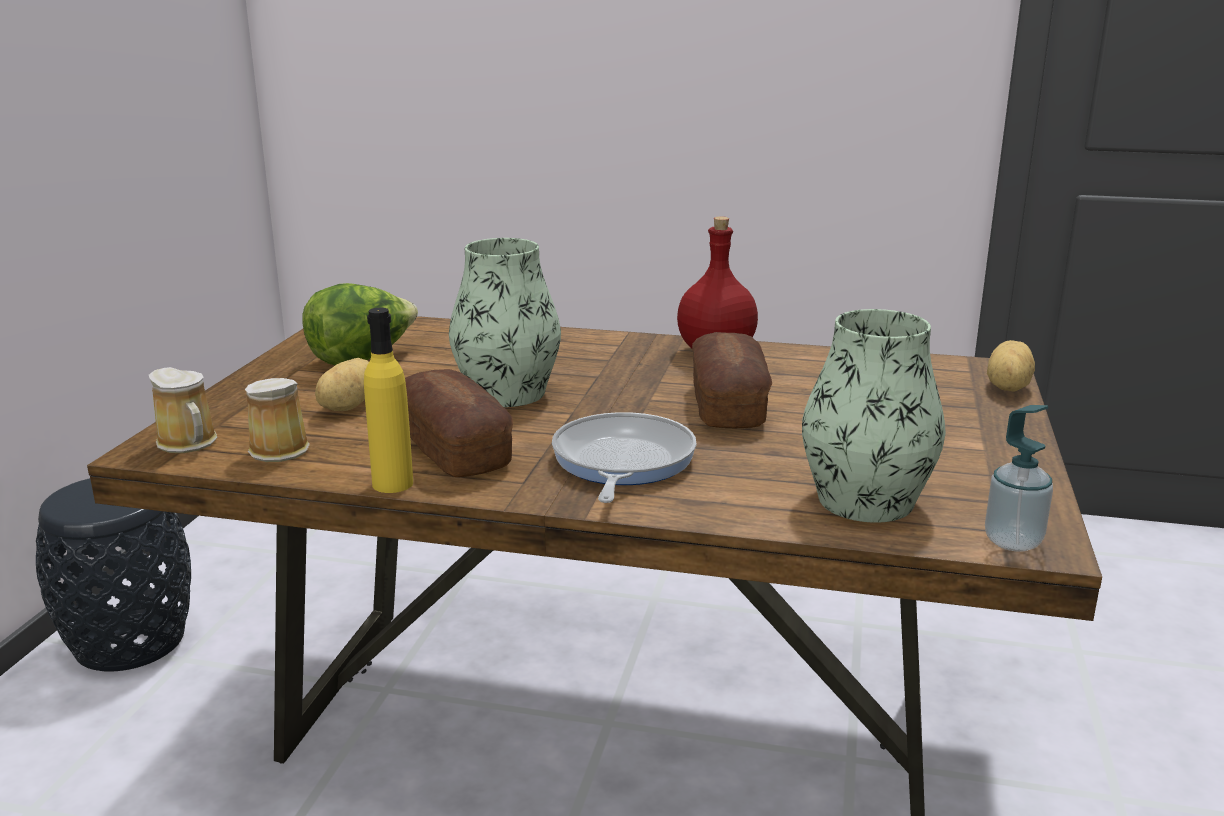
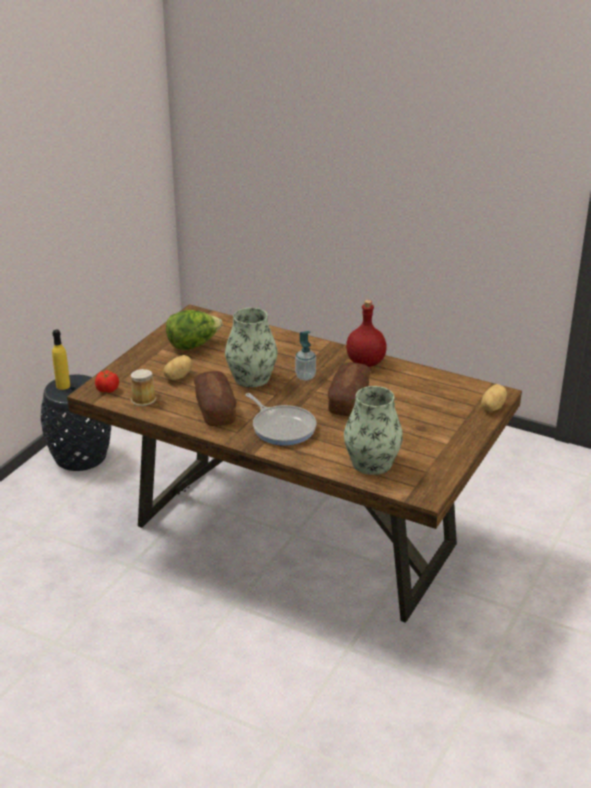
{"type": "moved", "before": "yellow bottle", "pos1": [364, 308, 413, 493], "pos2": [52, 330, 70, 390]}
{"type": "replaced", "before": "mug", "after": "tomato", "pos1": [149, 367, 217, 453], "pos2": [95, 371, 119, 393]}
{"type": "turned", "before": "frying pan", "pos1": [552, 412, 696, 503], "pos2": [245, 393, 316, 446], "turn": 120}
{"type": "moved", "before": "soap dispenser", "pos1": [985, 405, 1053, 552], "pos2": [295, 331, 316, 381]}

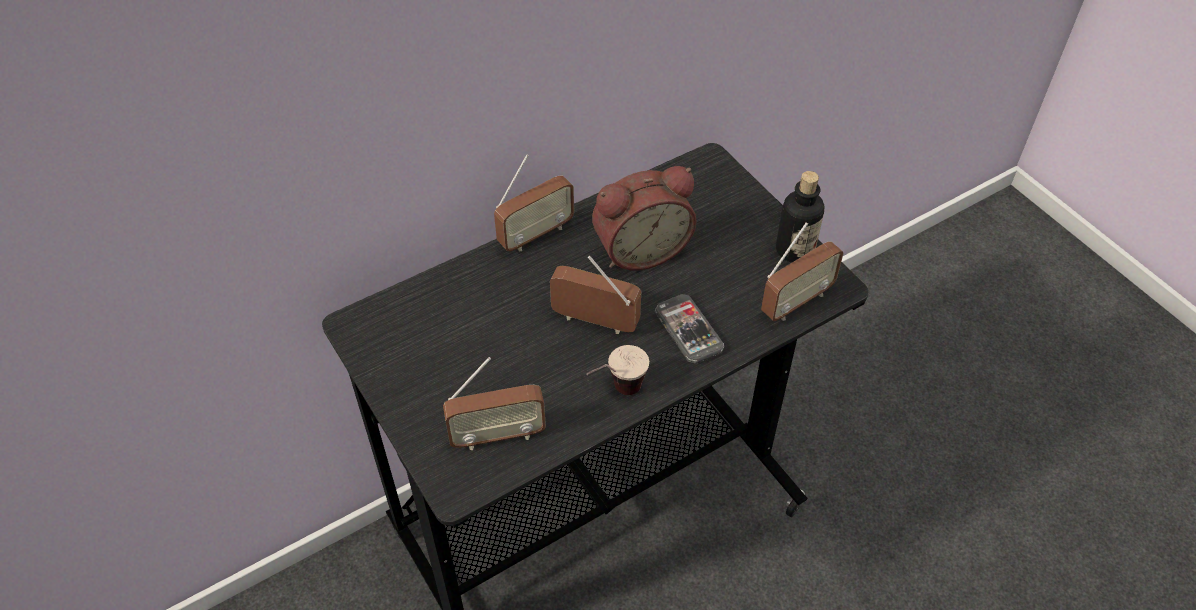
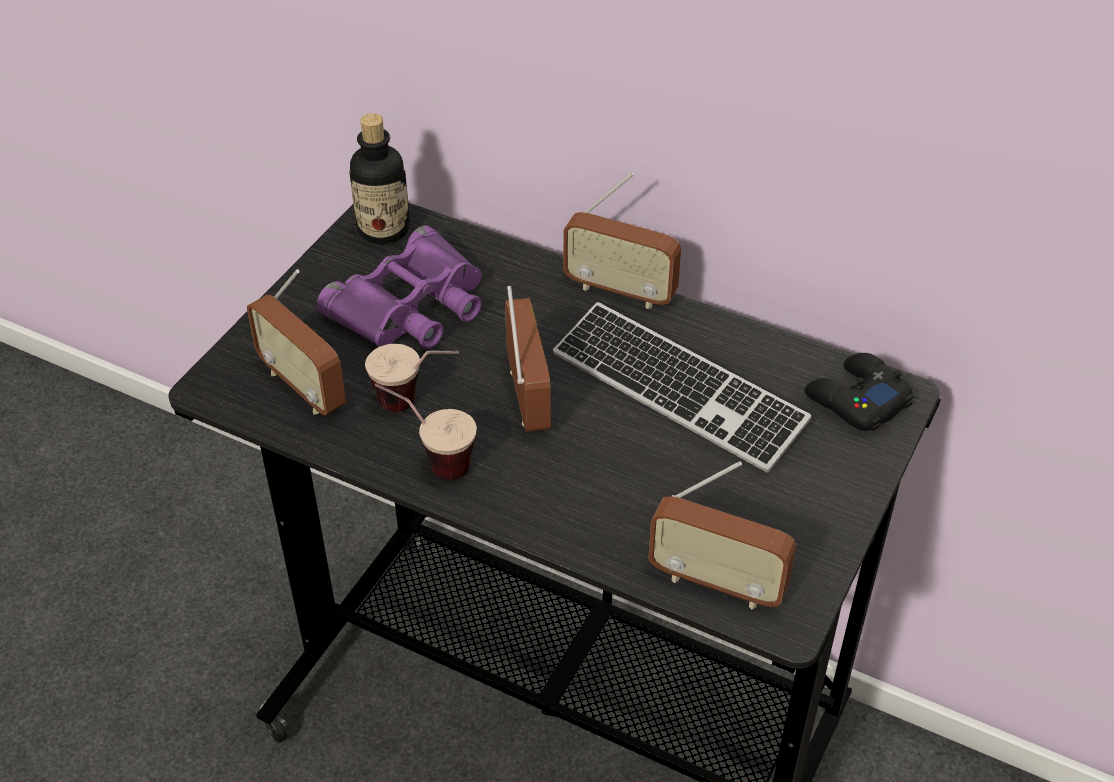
{"type": "added", "after": "purple binoculars", "pos2": [317, 225, 482, 349]}
{"type": "moved", "before": "bottle", "pos1": [776, 171, 824, 263], "pos2": [349, 113, 410, 244]}
{"type": "added", "after": "cup", "pos2": [365, 344, 459, 412]}
{"type": "replaced", "before": "alarm clock", "after": "keyboard", "pos1": [592, 166, 697, 271], "pos2": [553, 302, 811, 473]}
{"type": "added", "after": "black game controller", "pos2": [805, 353, 914, 431]}
{"type": "removed", "before": "phone", "pos1": [655, 294, 724, 363]}

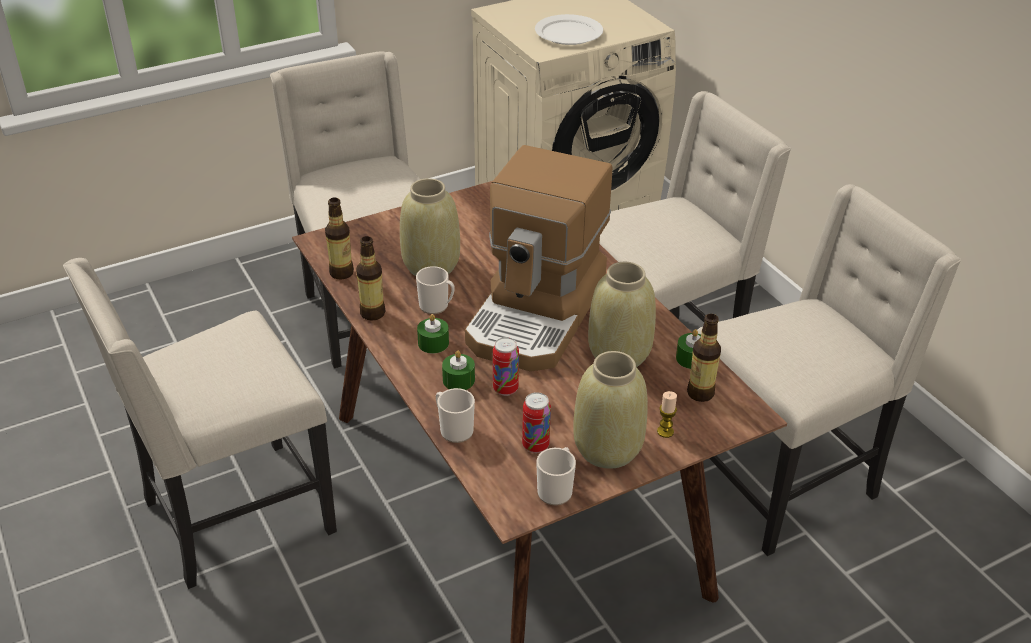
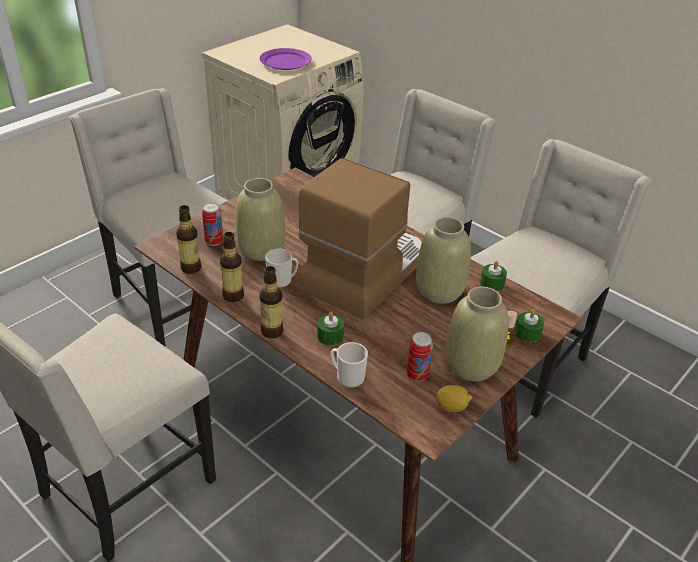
{"type": "moved", "before": "can", "pos1": [493, 337, 519, 396], "pos2": [202, 203, 223, 246]}
{"type": "moved", "before": "bottle", "pos1": [687, 314, 721, 402], "pos2": [259, 266, 284, 338]}
{"type": "recoloured", "before": "white plate", "after": "purple plate", "pos1": [535, 14, 603, 45], "pos2": [260, 48, 312, 70]}
{"type": "turned", "before": "coffee machine", "pos1": [465, 145, 612, 372], "pos2": [298, 158, 422, 319], "turn": -150}
{"type": "replaced", "before": "mug", "after": "lemon", "pos1": [536, 447, 576, 505], "pos2": [436, 385, 472, 412]}
{"type": "moved", "before": "green candle", "pos1": [417, 314, 449, 354], "pos2": [515, 309, 544, 342]}

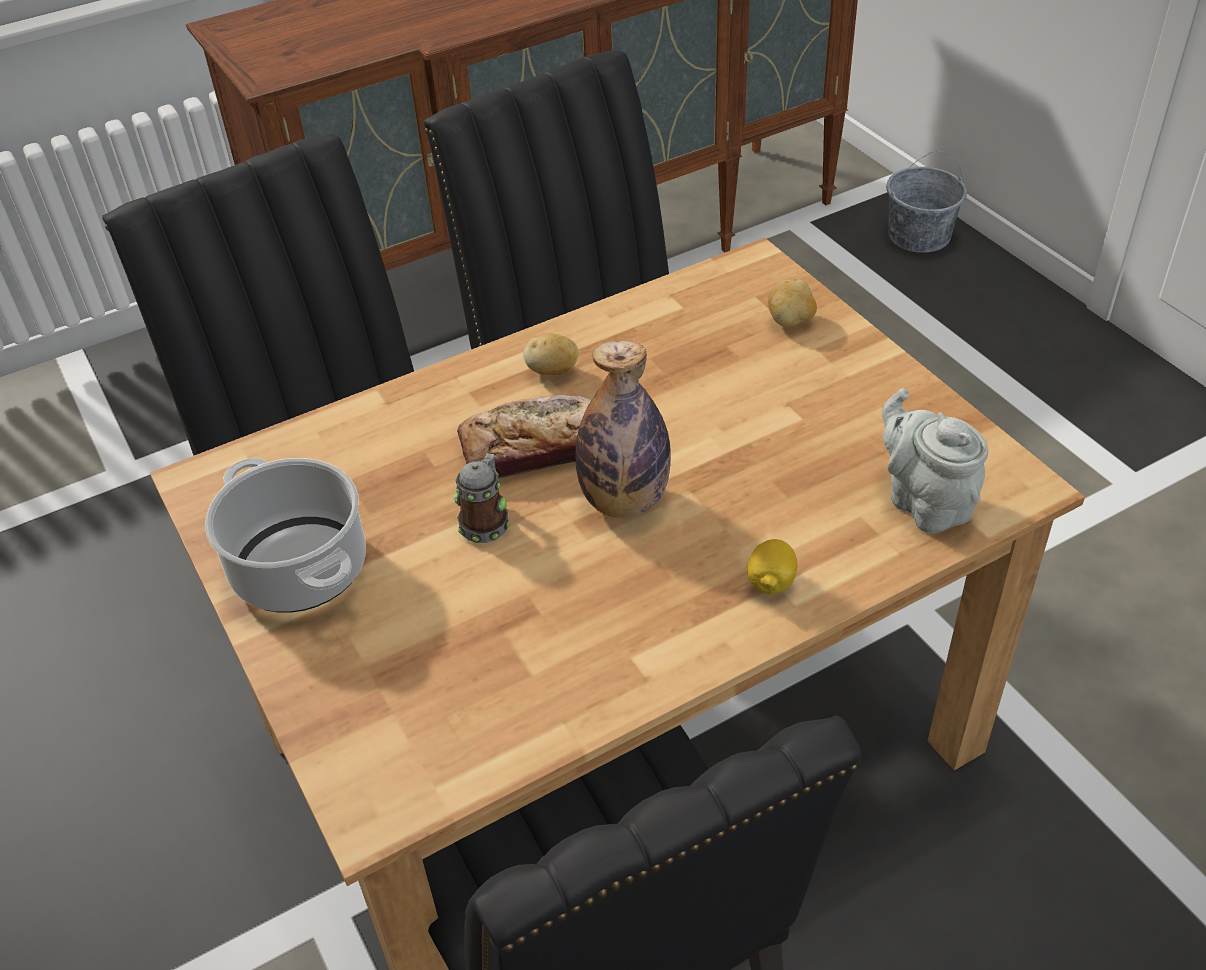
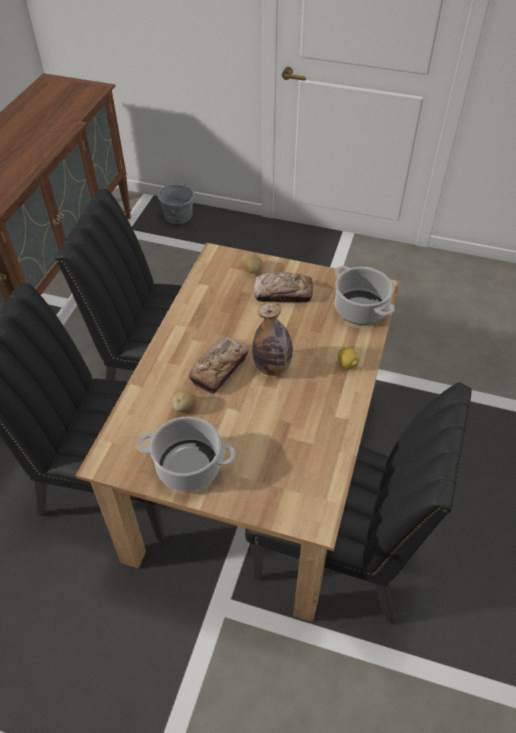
{"type": "moved", "before": "potato", "pos1": [523, 334, 579, 375], "pos2": [171, 389, 196, 412]}
{"type": "added", "after": "bread", "pos2": [254, 272, 313, 303]}
{"type": "replaced", "before": "grey teapot", "after": "cooking pot", "pos1": [882, 388, 988, 533], "pos2": [335, 266, 394, 325]}
{"type": "removed", "before": "mug", "pos1": [454, 453, 510, 543]}

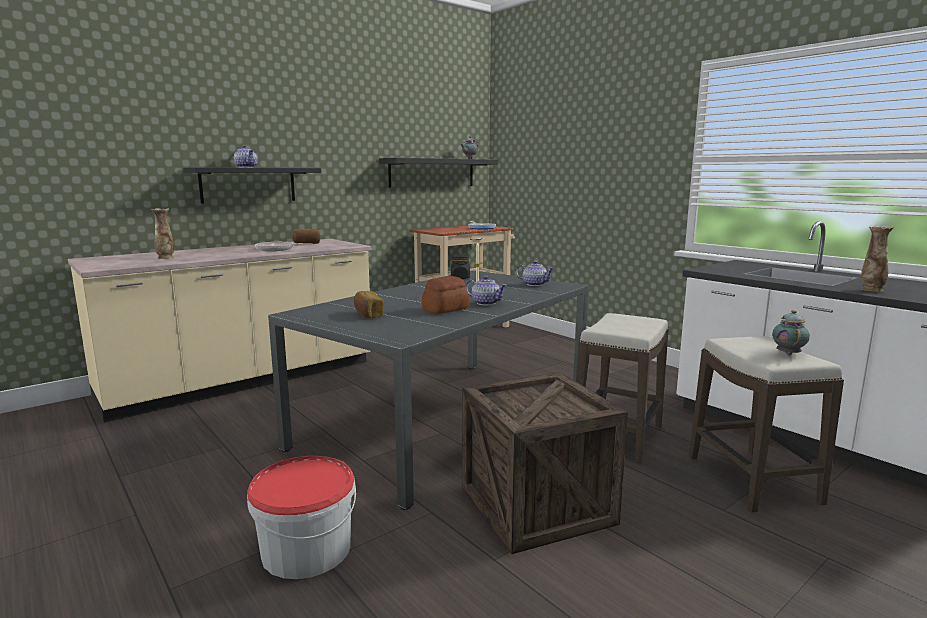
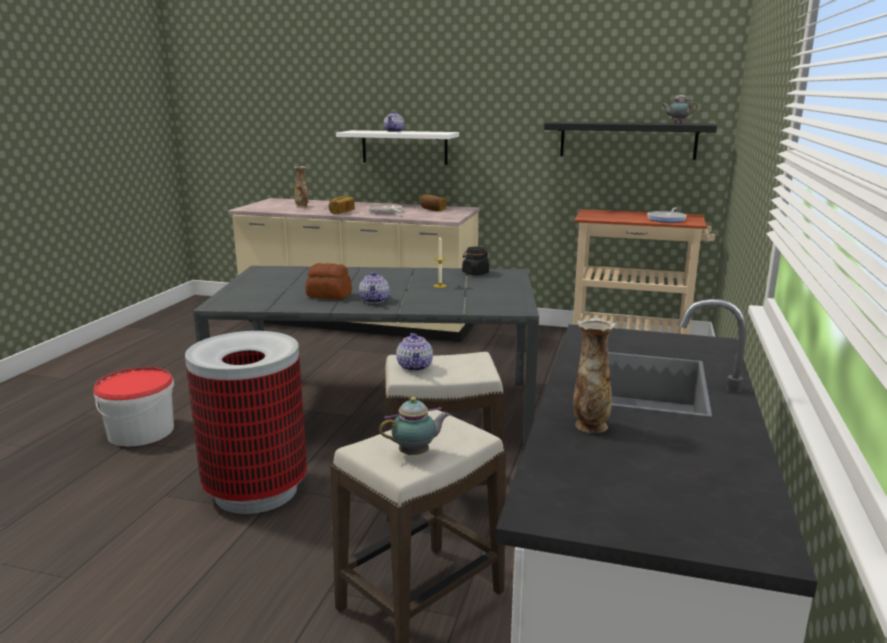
{"type": "replaced", "before": "crate", "after": "trash can", "pos1": [462, 372, 628, 554], "pos2": [185, 331, 307, 514]}
{"type": "moved", "before": "bread", "pos1": [354, 291, 384, 318], "pos2": [329, 196, 355, 214]}
{"type": "recoloured", "before": "black shelf", "after": "white shelf", "pos1": [183, 167, 321, 204], "pos2": [336, 130, 459, 165]}
{"type": "moved", "before": "teapot", "pos1": [516, 261, 555, 286], "pos2": [396, 333, 433, 372]}

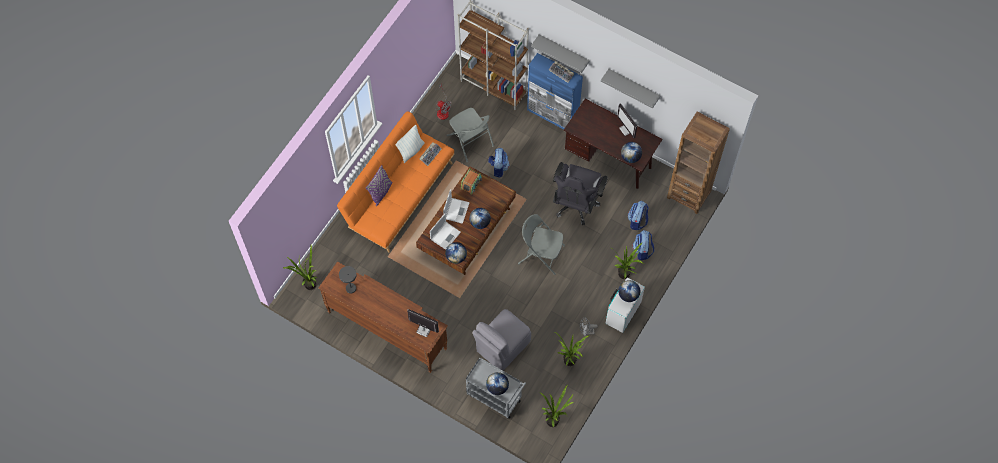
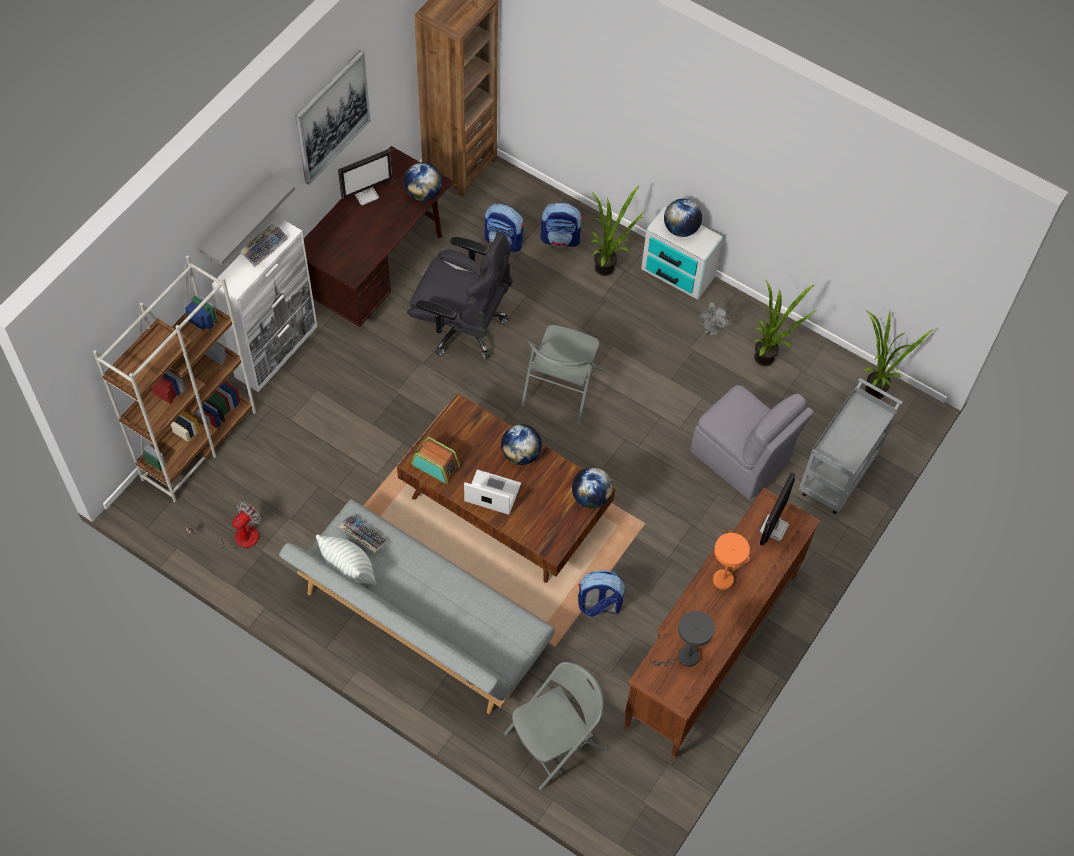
{"type": "recoloured", "before": "blue cabinet", "after": "white cabinet", "pos1": [527, 53, 583, 129], "pos2": [212, 216, 317, 392]}
{"type": "recoloured", "before": "orange sofa", "after": "grey sofa", "pos1": [337, 111, 455, 253], "pos2": [279, 499, 554, 714]}
{"type": "replaced", "before": "grey shelf", "after": "picture", "pos1": [601, 69, 661, 108], "pos2": [295, 50, 371, 185]}
{"type": "moved", "before": "grey chair", "pos1": [446, 108, 494, 162], "pos2": [504, 662, 607, 791]}
{"type": "moved", "before": "backpack", "pos1": [488, 148, 509, 178], "pos2": [578, 570, 625, 617]}
{"type": "added", "after": "orange table lamp", "pos2": [713, 533, 750, 590]}
{"type": "removed", "before": "potted plant", "pos1": [283, 246, 317, 290]}
{"type": "removed", "before": "purple pillow", "pos1": [366, 165, 392, 206]}
{"type": "removed", "before": "laptop", "pos1": [430, 213, 461, 250]}
{"type": "removed", "before": "globe", "pos1": [486, 372, 509, 395]}

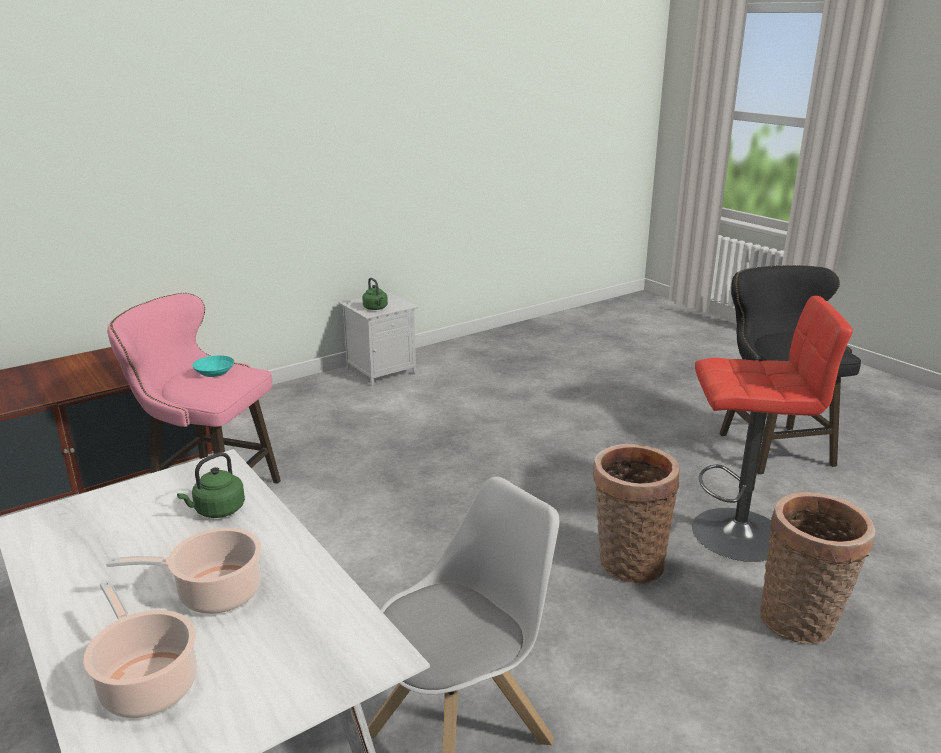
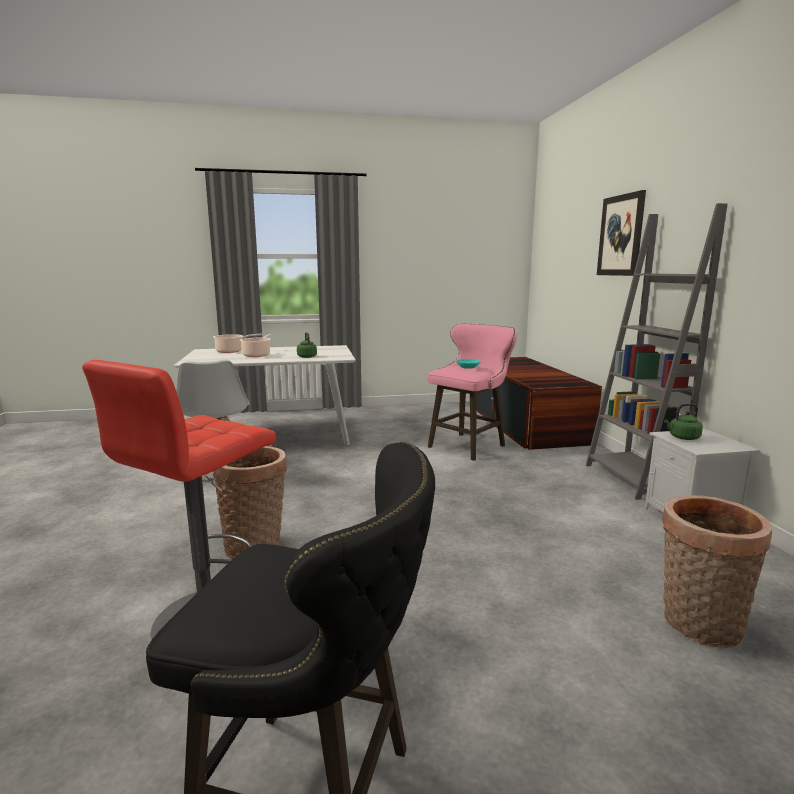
{"type": "added", "after": "grey bookcase", "pos2": [586, 203, 727, 500]}
{"type": "added", "after": "picture", "pos2": [597, 190, 646, 276]}
{"type": "moved", "before": "basket", "pos1": [760, 492, 876, 644], "pos2": [662, 495, 772, 648]}

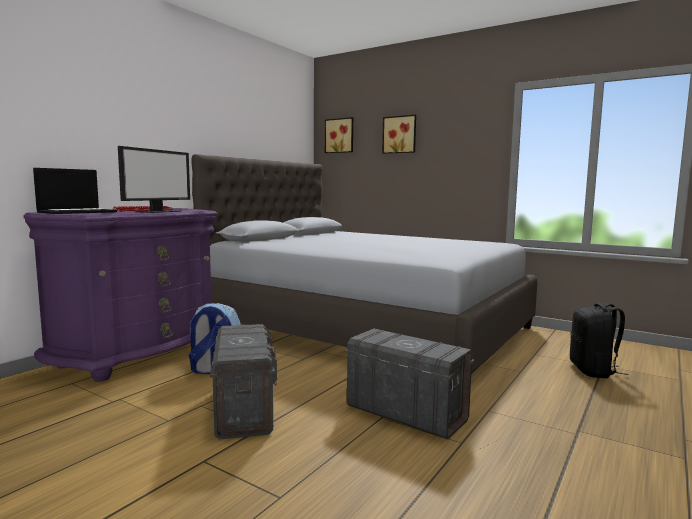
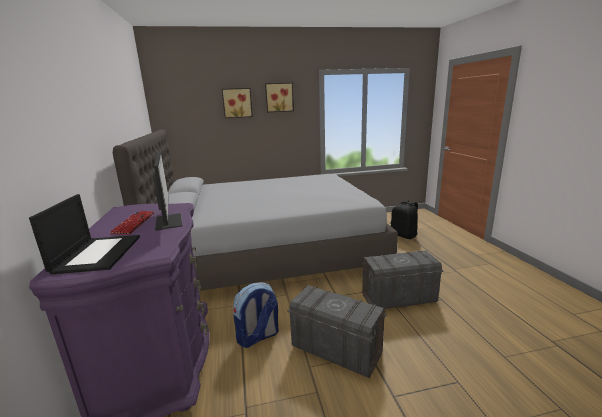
{"type": "moved", "before": "picture", "pos1": [325, 117, 353, 153], "pos2": [265, 83, 294, 112]}

